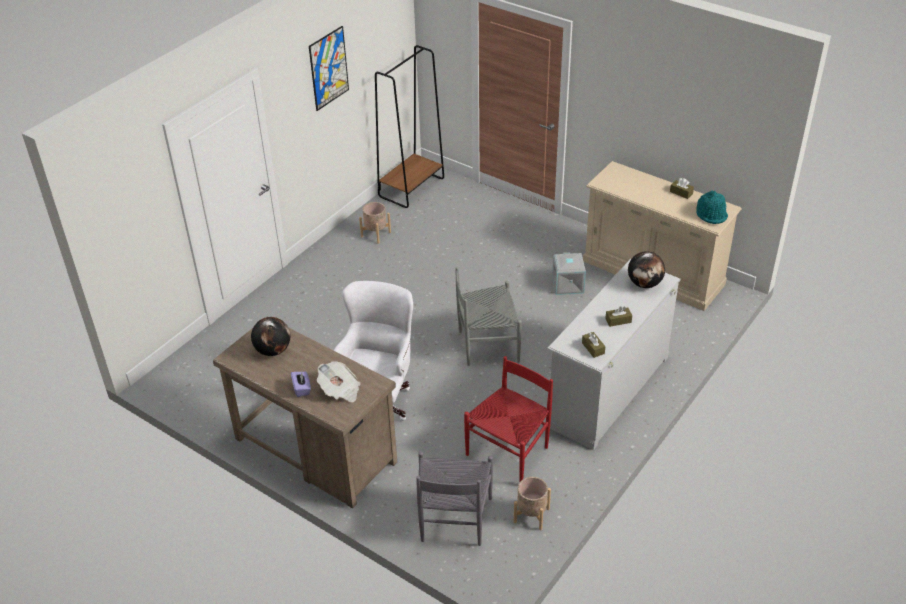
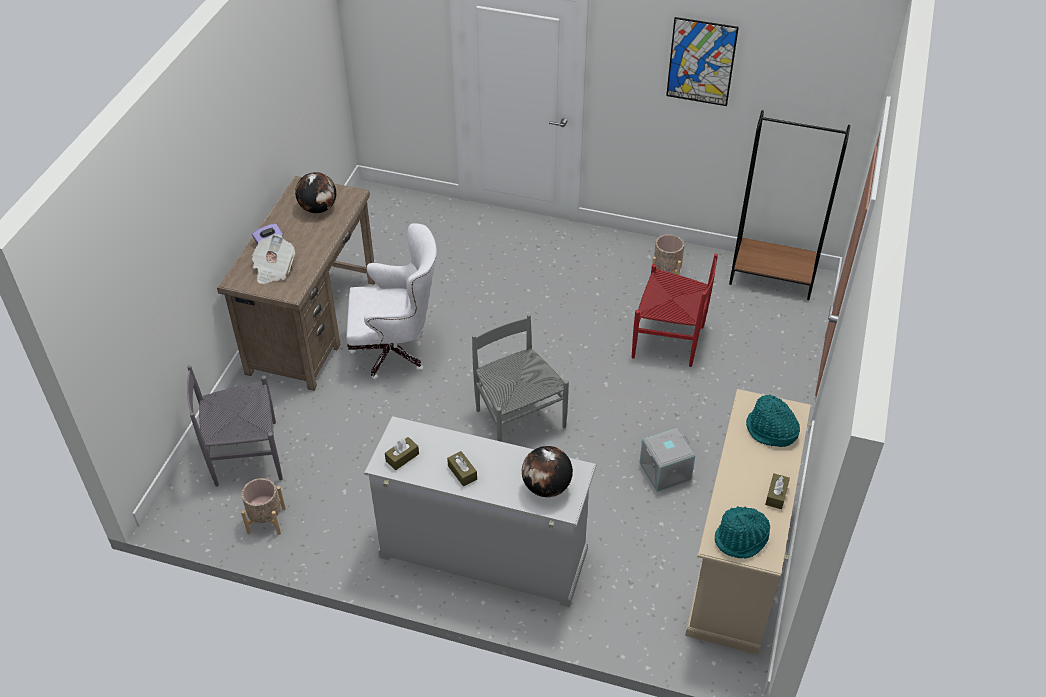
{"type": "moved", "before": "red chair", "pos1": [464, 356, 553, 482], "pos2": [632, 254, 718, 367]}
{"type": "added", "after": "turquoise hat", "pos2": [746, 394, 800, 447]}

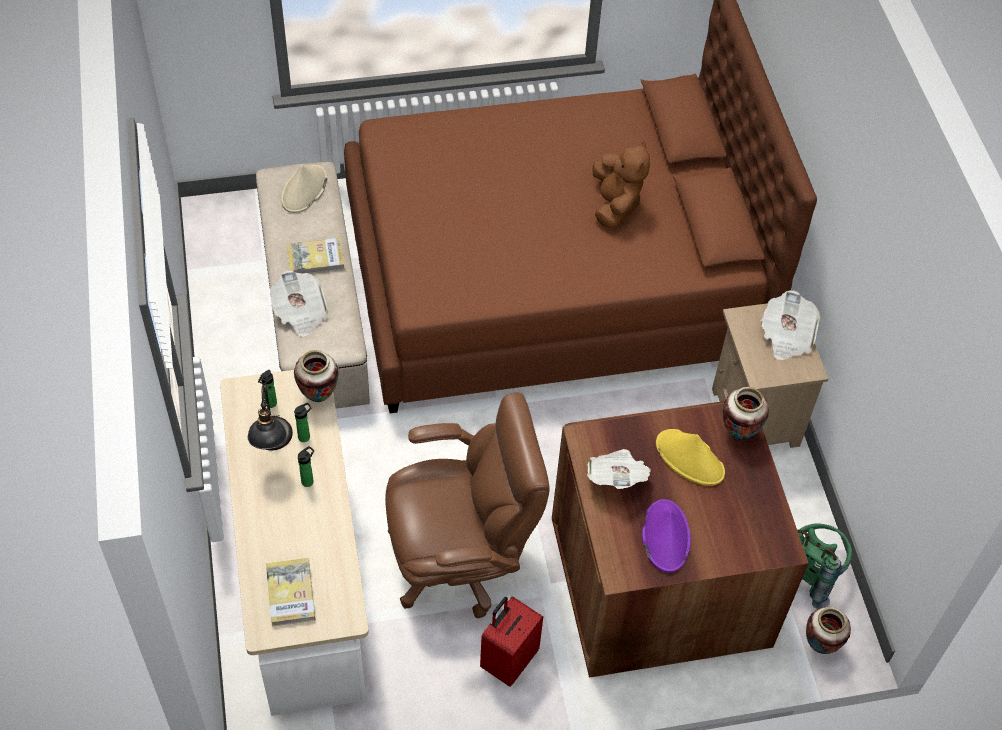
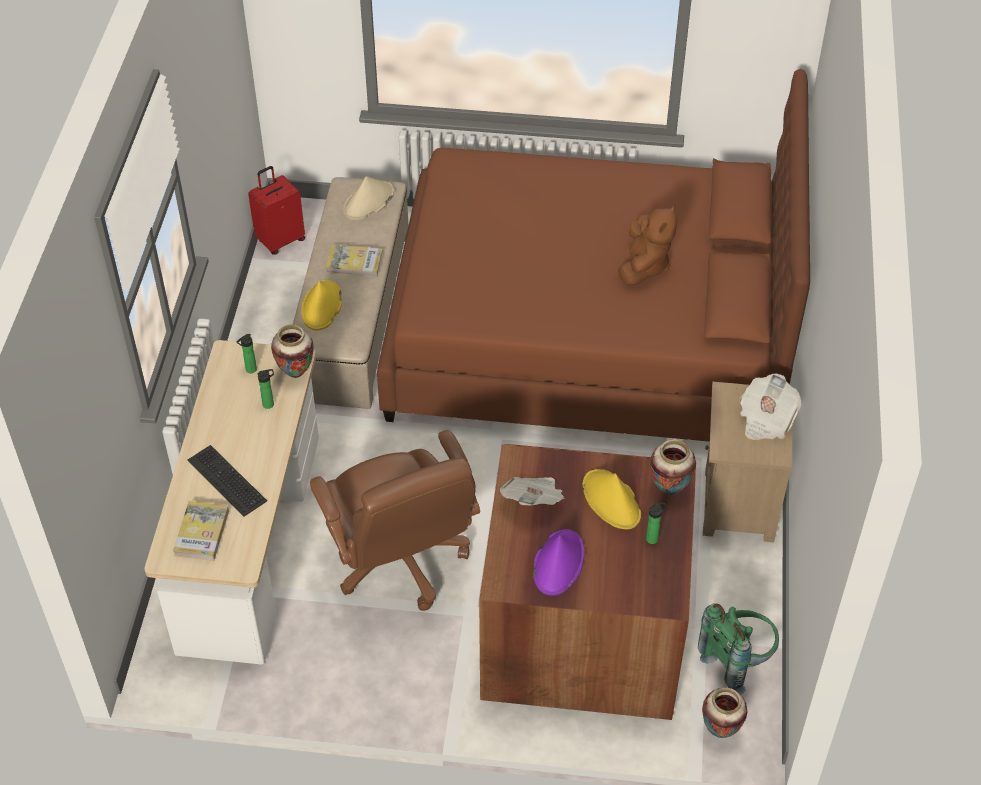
{"type": "added", "after": "keyboard", "pos2": [188, 445, 267, 517]}
{"type": "moved", "before": "red suitcase", "pos1": [480, 596, 543, 687], "pos2": [248, 166, 305, 254]}
{"type": "replaced", "before": "newspaper", "after": "yellow hat", "pos1": [270, 270, 328, 337], "pos2": [301, 280, 342, 330]}
{"type": "turned", "before": "brown office chair", "pos1": [385, 392, 550, 618], "pos2": [310, 430, 480, 611], "turn": 60}
{"type": "moved", "before": "bottle", "pos1": [298, 446, 314, 487], "pos2": [646, 501, 667, 544]}
{"type": "removed", "before": "grey table lamp", "pos1": [248, 385, 293, 450]}

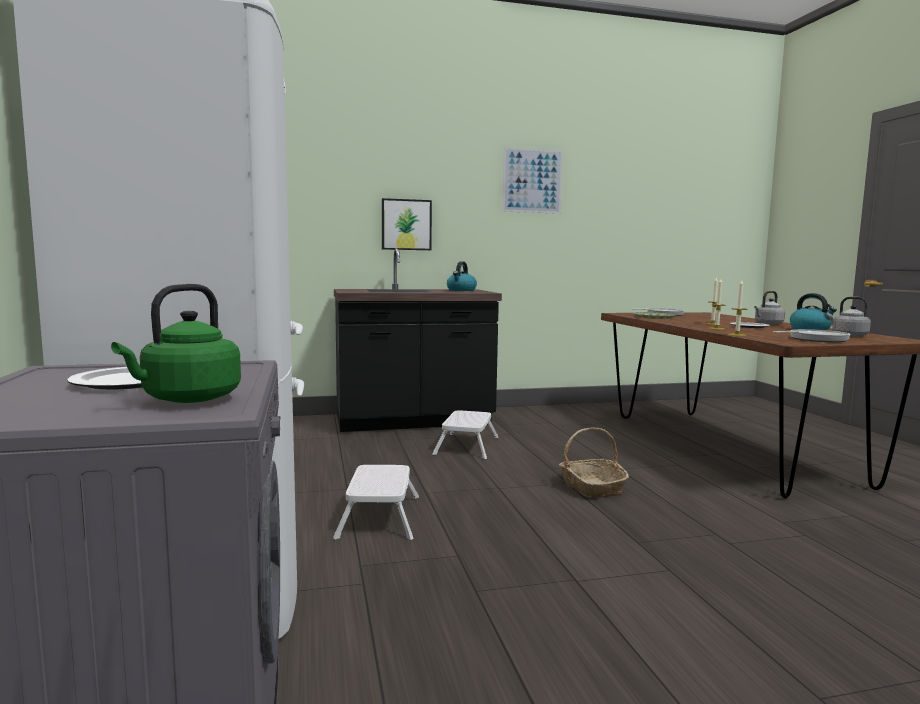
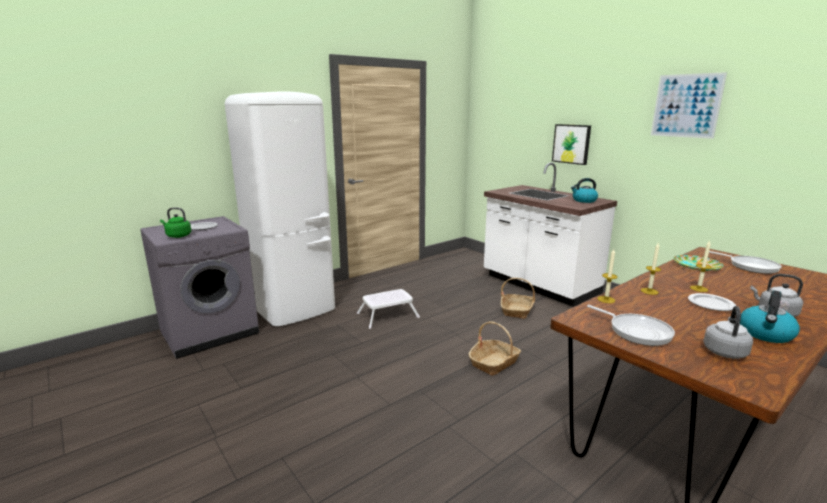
{"type": "recoloured", "before": "black counter", "after": "white counter", "pos1": [334, 248, 502, 432], "pos2": [484, 163, 617, 307]}
{"type": "replaced", "before": "white step ladder", "after": "basket", "pos1": [432, 410, 499, 459], "pos2": [501, 278, 535, 319]}

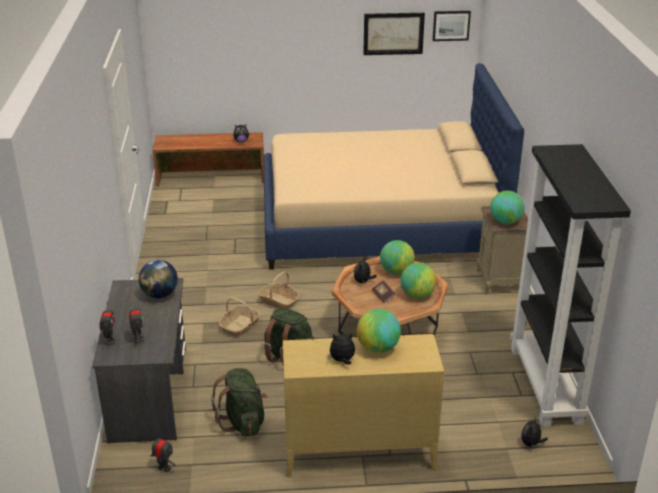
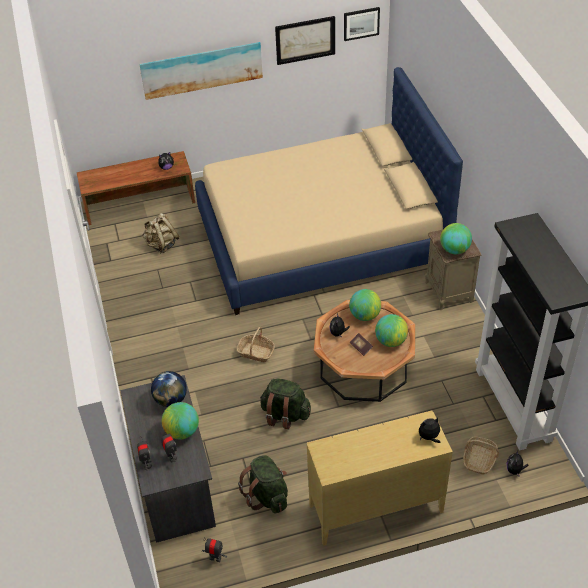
{"type": "added", "after": "picture", "pos2": [140, 42, 263, 100]}
{"type": "added", "after": "beige backpack", "pos2": [143, 213, 179, 253]}
{"type": "moved", "before": "globe", "pos1": [357, 309, 401, 353], "pos2": [162, 402, 199, 439]}
{"type": "moved", "before": "plush toy", "pos1": [328, 333, 355, 365], "pos2": [419, 418, 440, 443]}
{"type": "moved", "before": "basket", "pos1": [219, 298, 260, 337], "pos2": [463, 437, 499, 475]}

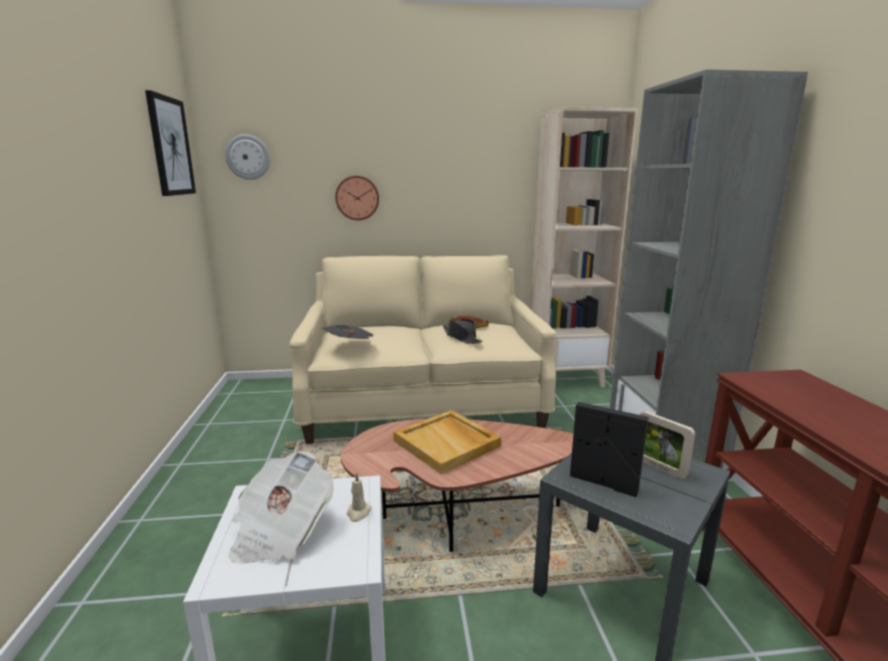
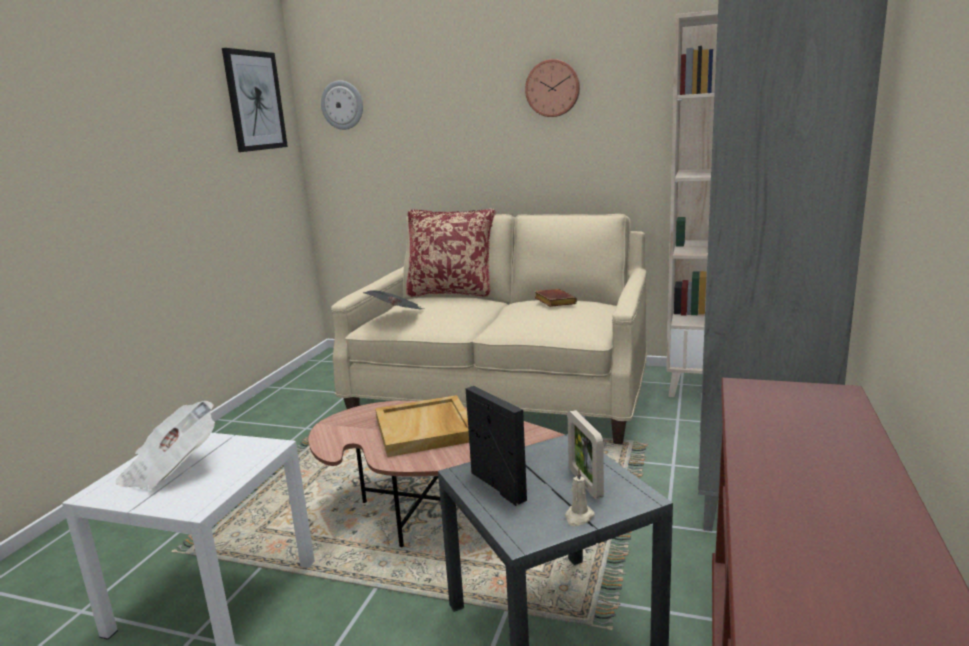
{"type": "added", "after": "red pillow", "pos2": [406, 208, 496, 297]}
{"type": "moved", "before": "wall clock", "pos1": [335, 176, 379, 220], "pos2": [525, 59, 580, 117]}
{"type": "moved", "before": "beige candle", "pos1": [347, 472, 372, 522], "pos2": [565, 468, 595, 526]}
{"type": "removed", "before": "black hat", "pos1": [443, 319, 482, 344]}

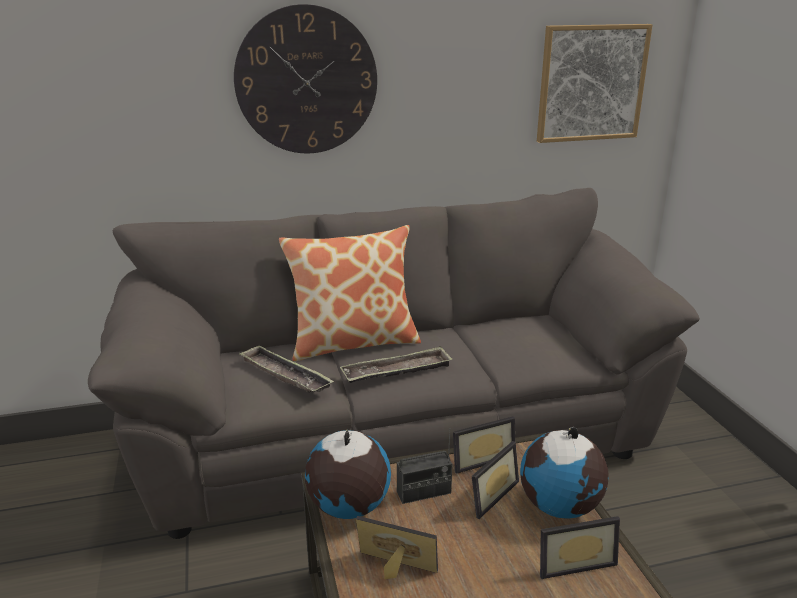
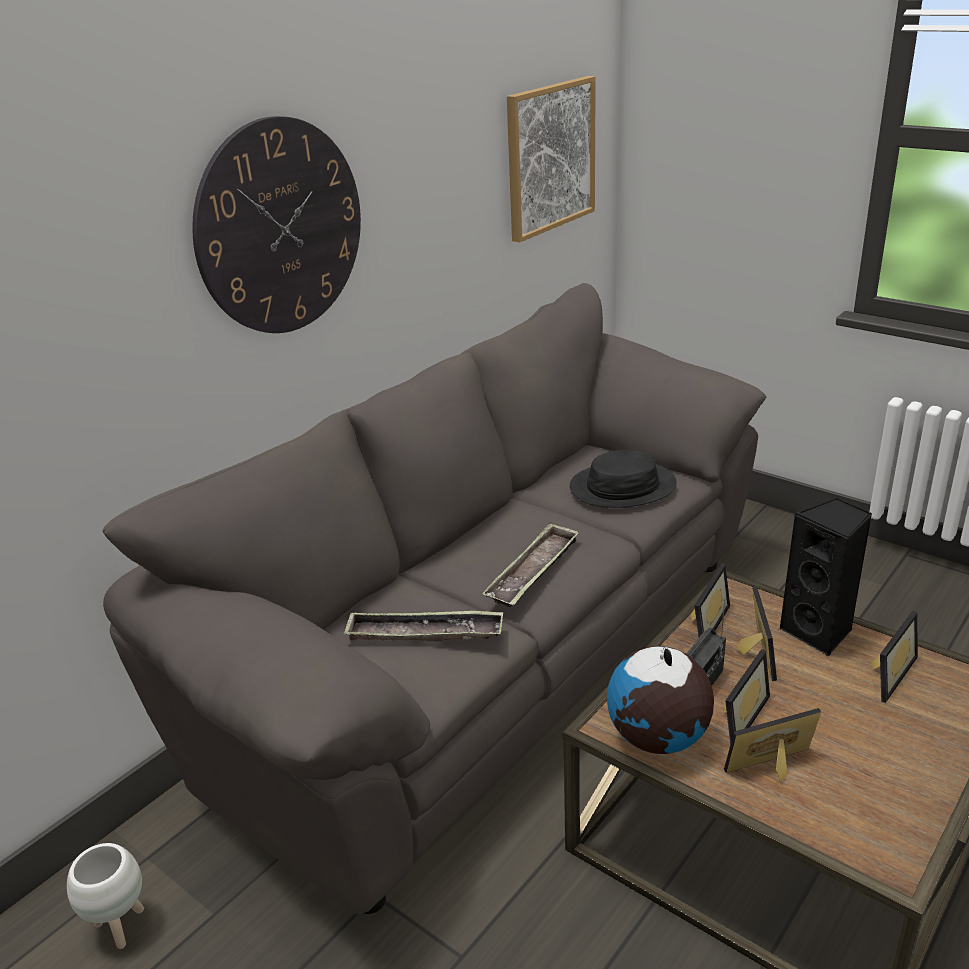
{"type": "added", "after": "white planter", "pos2": [67, 843, 144, 949]}
{"type": "added", "after": "black hat", "pos2": [570, 449, 677, 508]}
{"type": "added", "after": "picture frame", "pos2": [723, 649, 770, 744]}
{"type": "replaced", "before": "globe", "after": "black speaker", "pos1": [520, 427, 609, 518], "pos2": [779, 498, 872, 657]}
{"type": "removed", "before": "pillow", "pos1": [279, 225, 421, 361]}

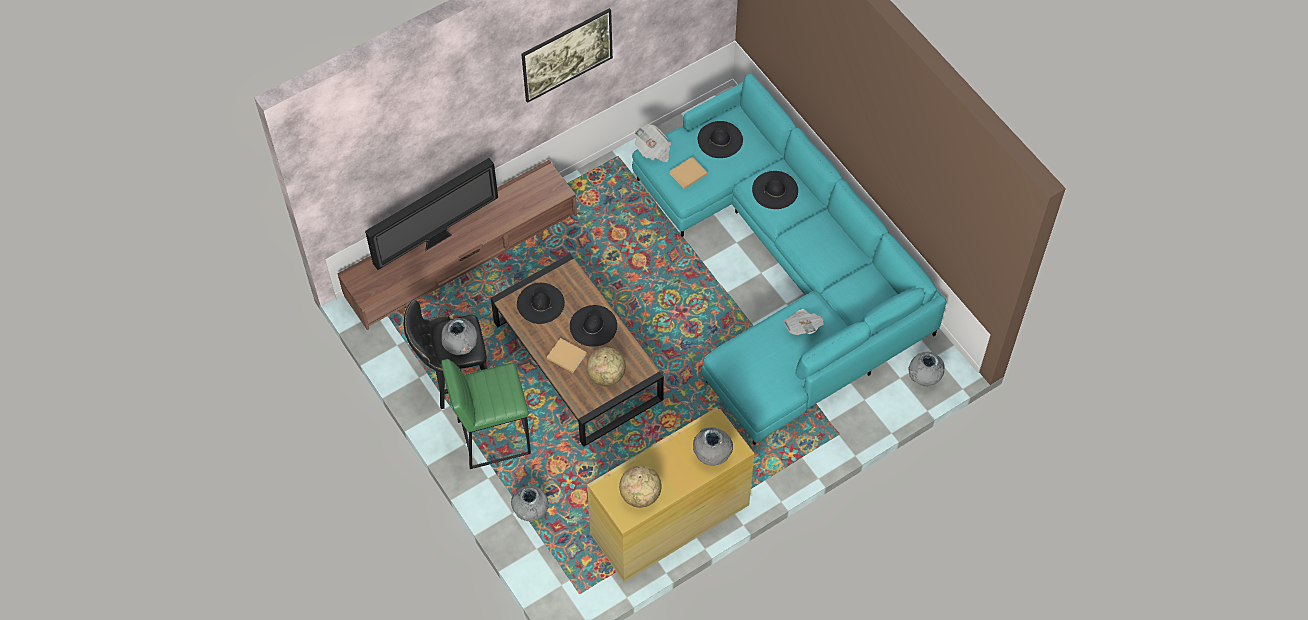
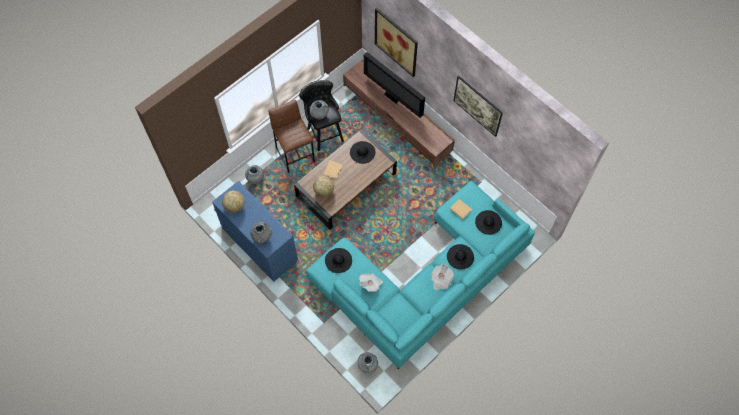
{"type": "recoloured", "before": "yellow cabinet", "after": "blue cabinet", "pos1": [587, 407, 754, 582], "pos2": [212, 181, 298, 282]}
{"type": "recoloured", "before": "green stool", "after": "brown stool", "pos1": [441, 359, 531, 469], "pos2": [268, 100, 315, 173]}
{"type": "moved", "before": "black hat", "pos1": [570, 305, 617, 347], "pos2": [325, 248, 352, 273]}
{"type": "added", "after": "picture", "pos2": [375, 8, 418, 77]}
{"type": "moved", "before": "newspaper", "pos1": [635, 124, 671, 162], "pos2": [431, 264, 454, 290]}

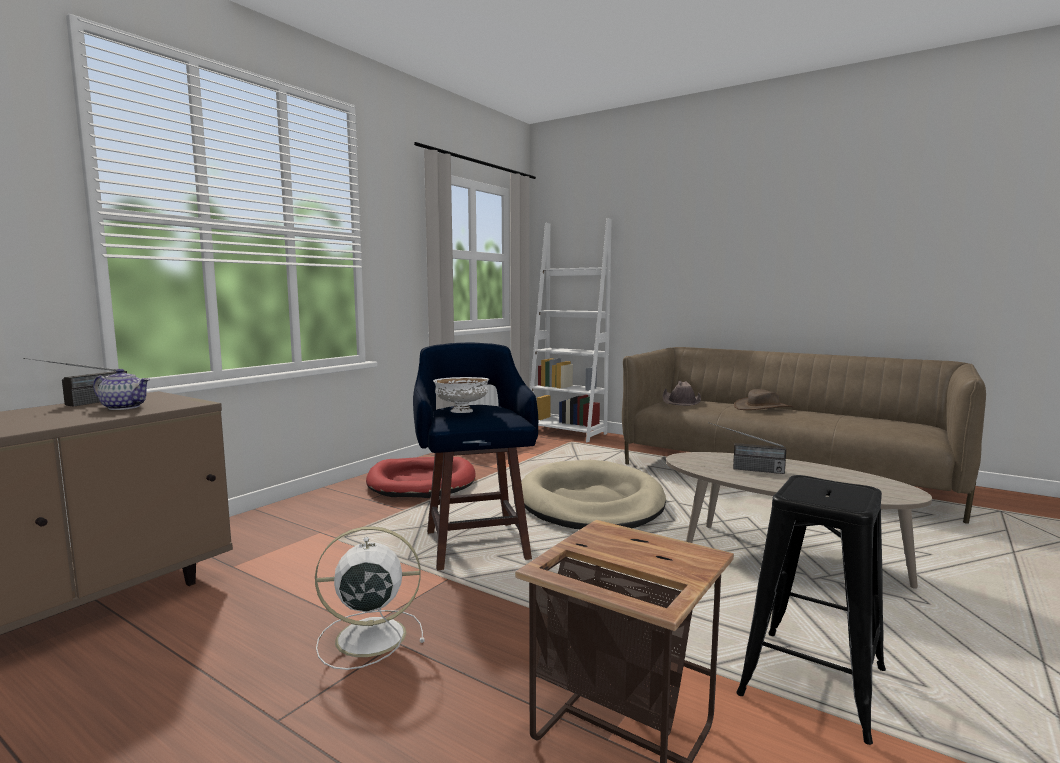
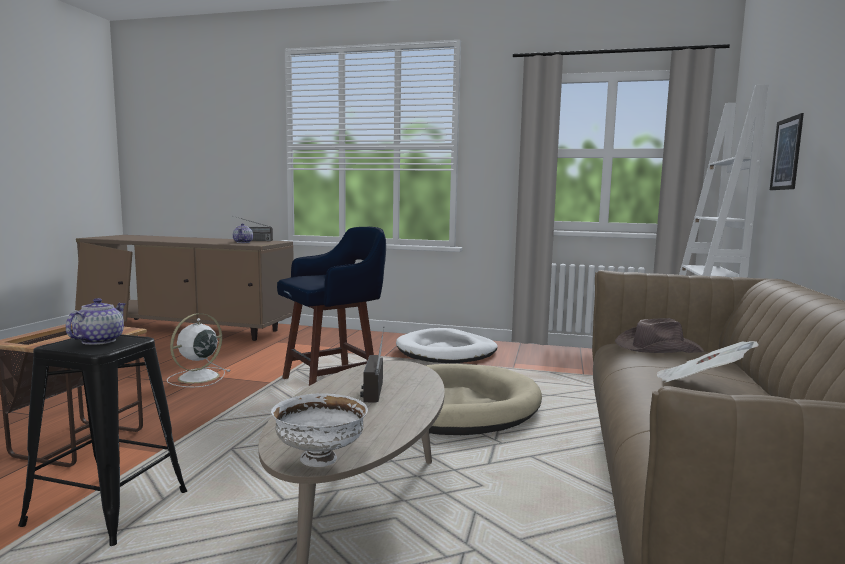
{"type": "added", "after": "teapot", "pos2": [66, 298, 126, 345]}
{"type": "turned", "before": "white fan", "pos1": [315, 526, 425, 670], "pos2": [167, 313, 230, 387], "turn": -120}
{"type": "moved", "before": "white bowl", "pos1": [433, 377, 489, 413], "pos2": [271, 393, 368, 467]}
{"type": "recoloured", "before": "red dog bed", "after": "white dog bed", "pos1": [366, 457, 475, 498], "pos2": [396, 328, 498, 363]}
{"type": "replaced", "before": "brown hat", "after": "newspaper", "pos1": [734, 389, 794, 410], "pos2": [656, 341, 758, 383]}
{"type": "added", "after": "picture", "pos2": [770, 113, 804, 190]}

